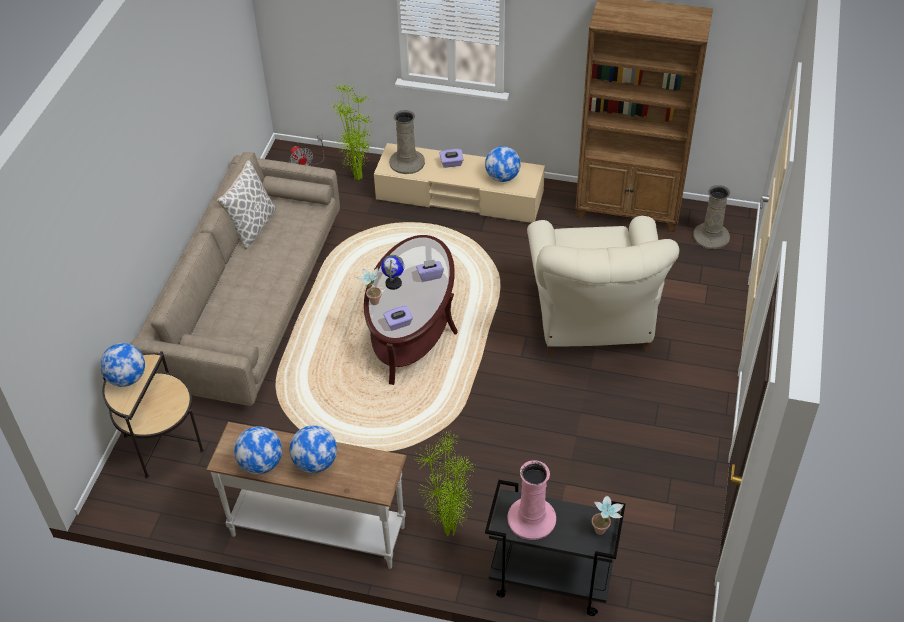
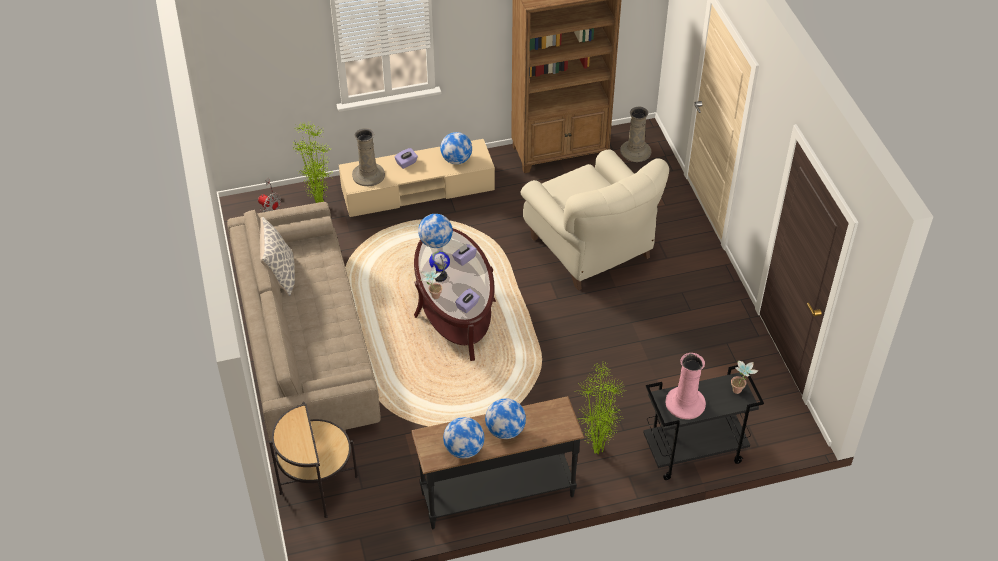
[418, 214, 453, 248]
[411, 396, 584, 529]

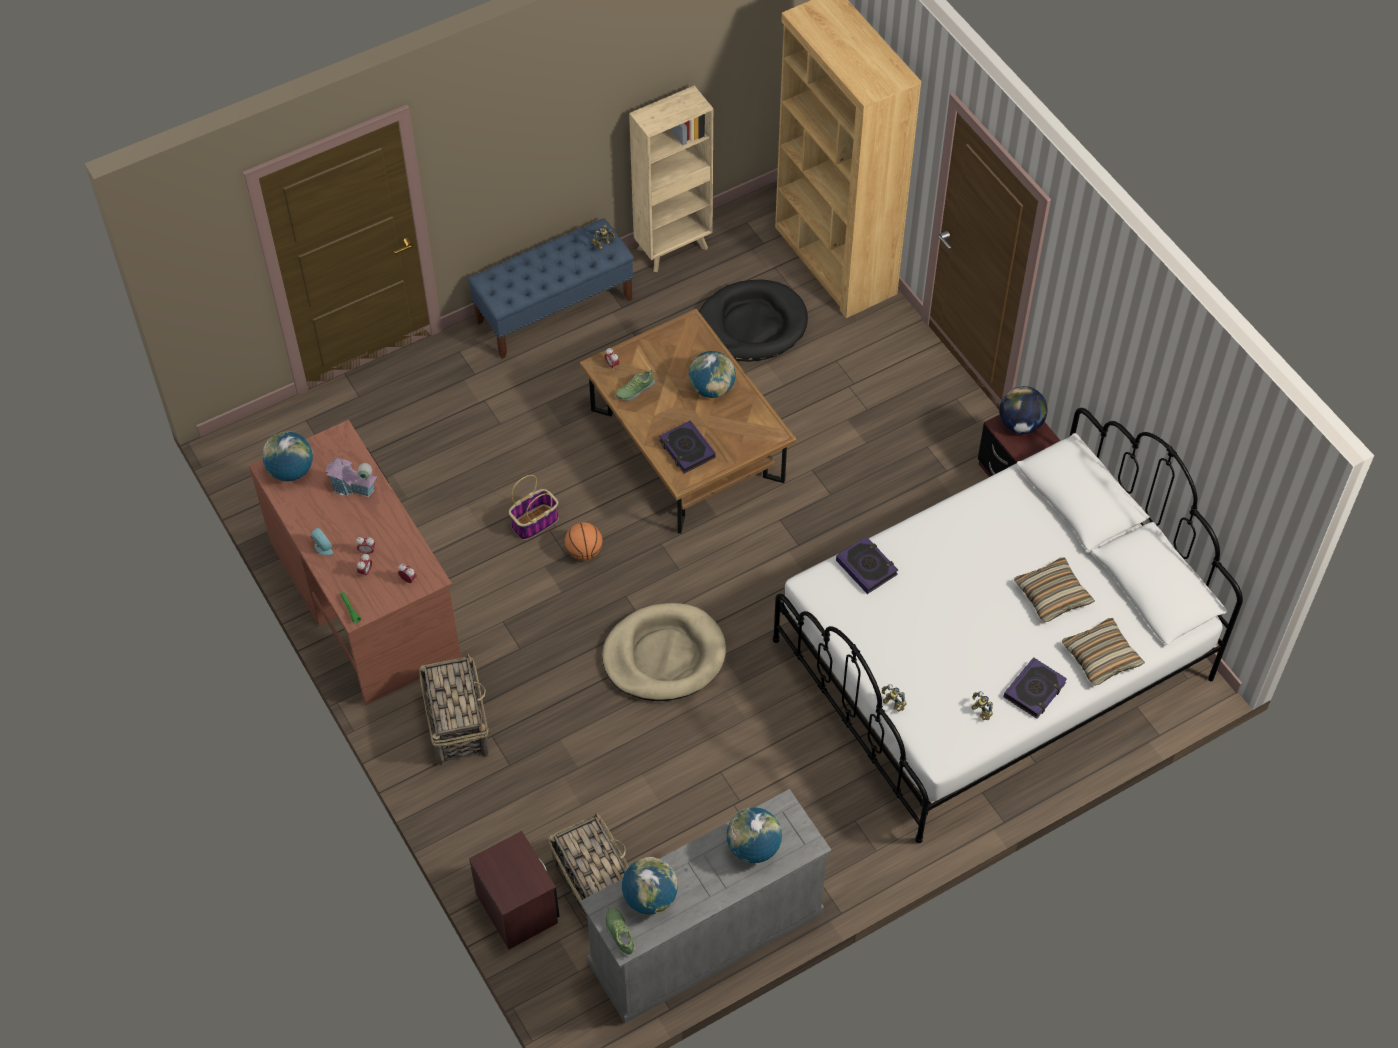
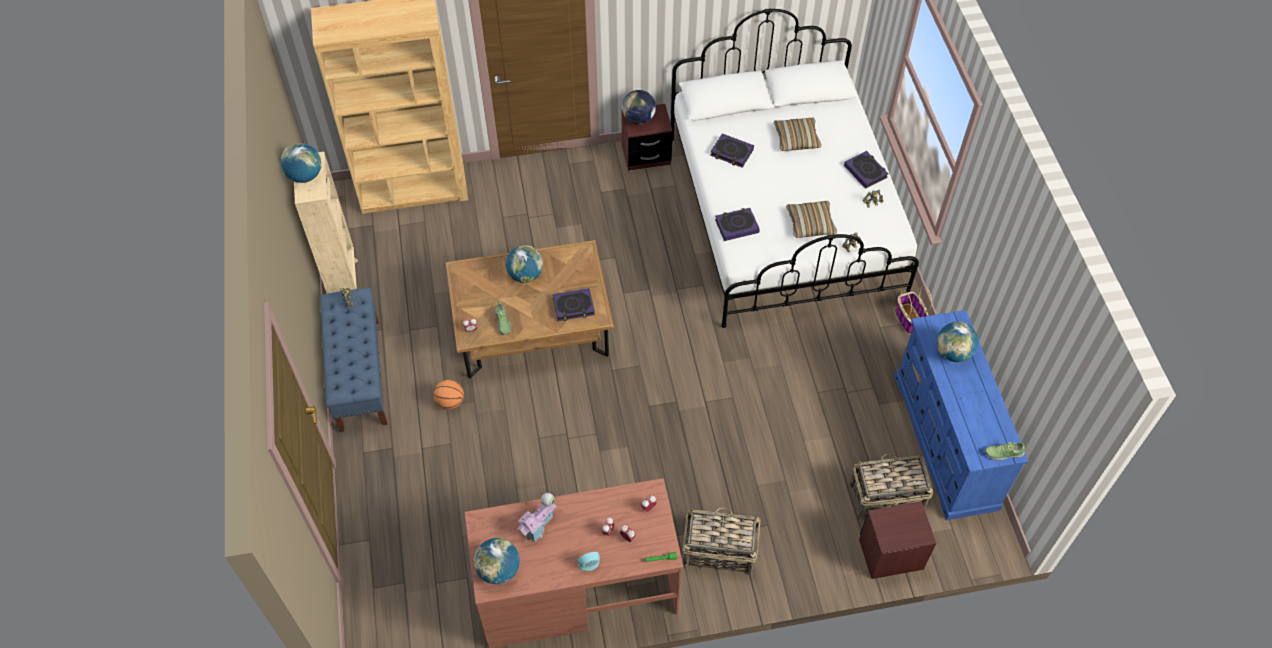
[895, 285, 932, 334]
[433, 380, 464, 409]
[894, 310, 1028, 520]
[602, 603, 726, 701] (first image)
[281, 143, 321, 183]
[699, 280, 808, 362] (first image)
[786, 201, 837, 238]
[710, 133, 754, 168]

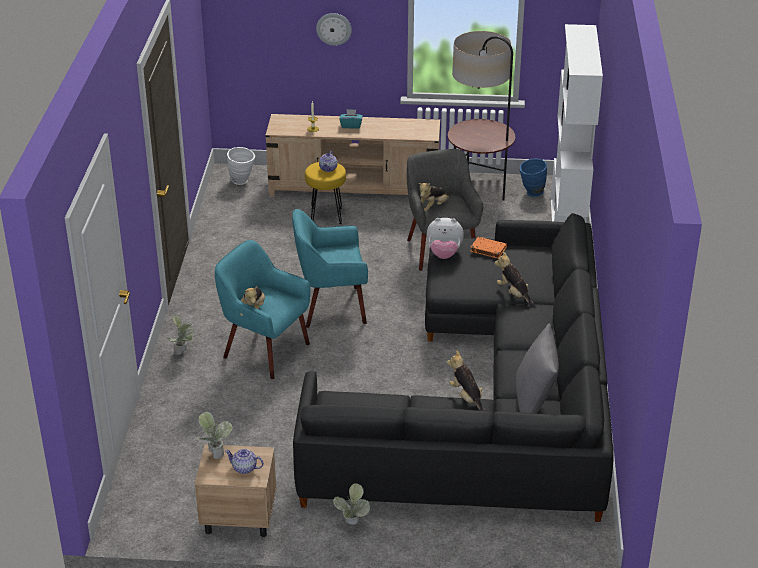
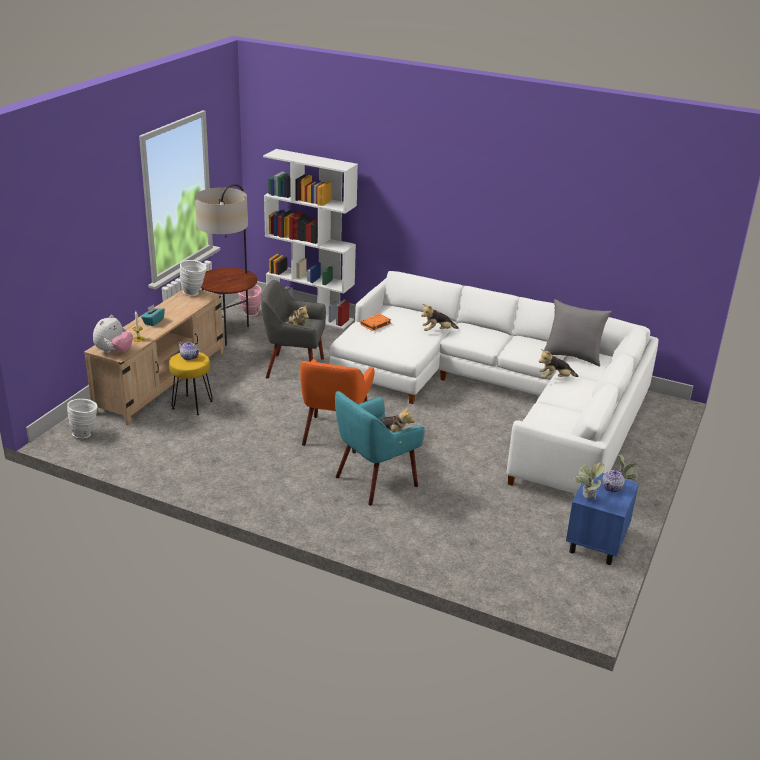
[166, 315, 194, 355] (first image)
[566, 473, 639, 565]
[300, 359, 375, 453]
[329, 271, 659, 494]
[316, 13, 352, 46] (first image)
[93, 315, 133, 353]
[238, 285, 262, 316]
[180, 260, 207, 296]

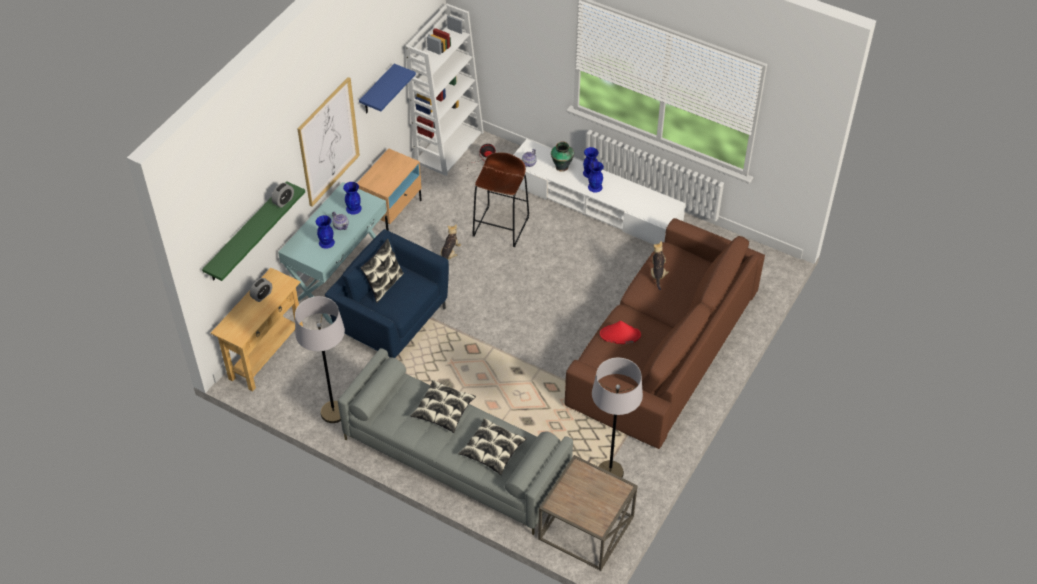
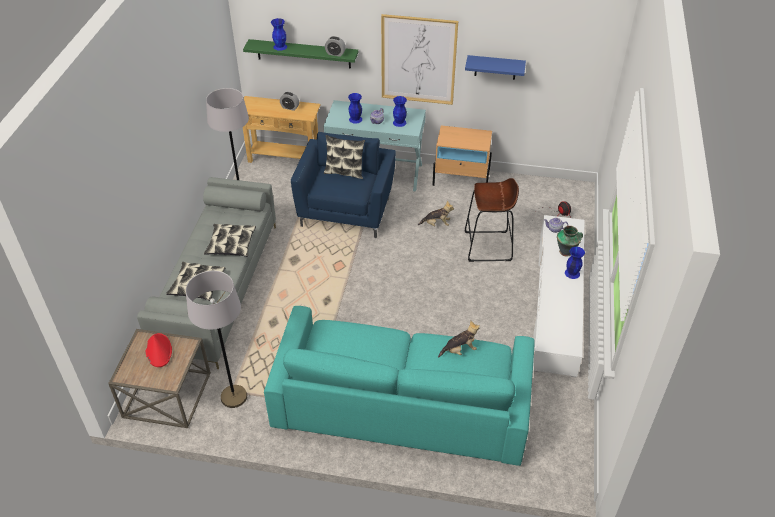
[405, 3, 484, 176] (first image)
[264, 306, 535, 466]
[271, 18, 287, 51]
[146, 333, 172, 367]

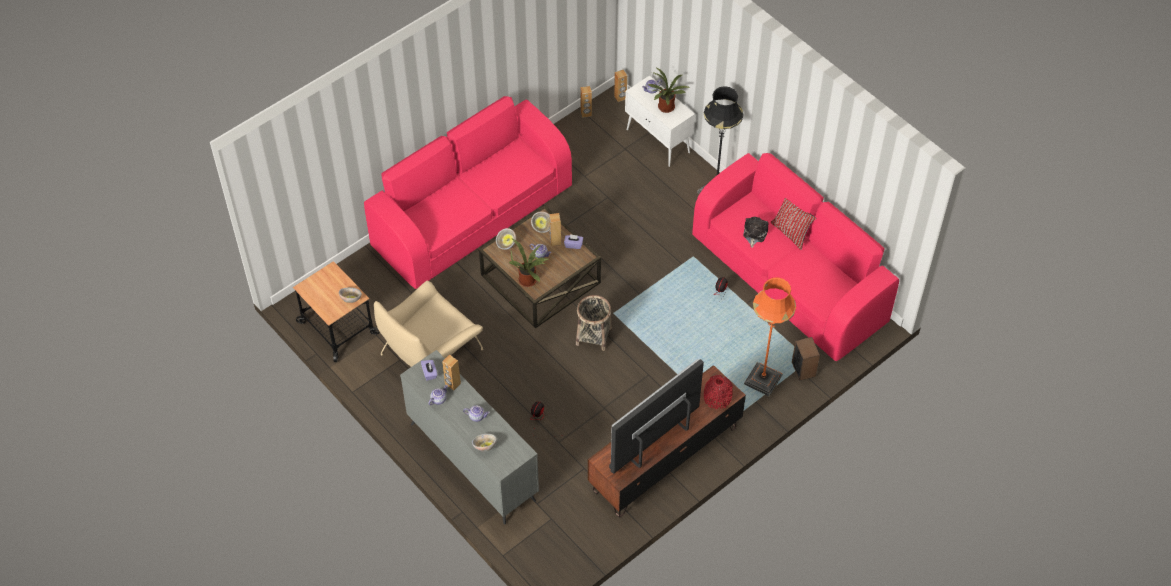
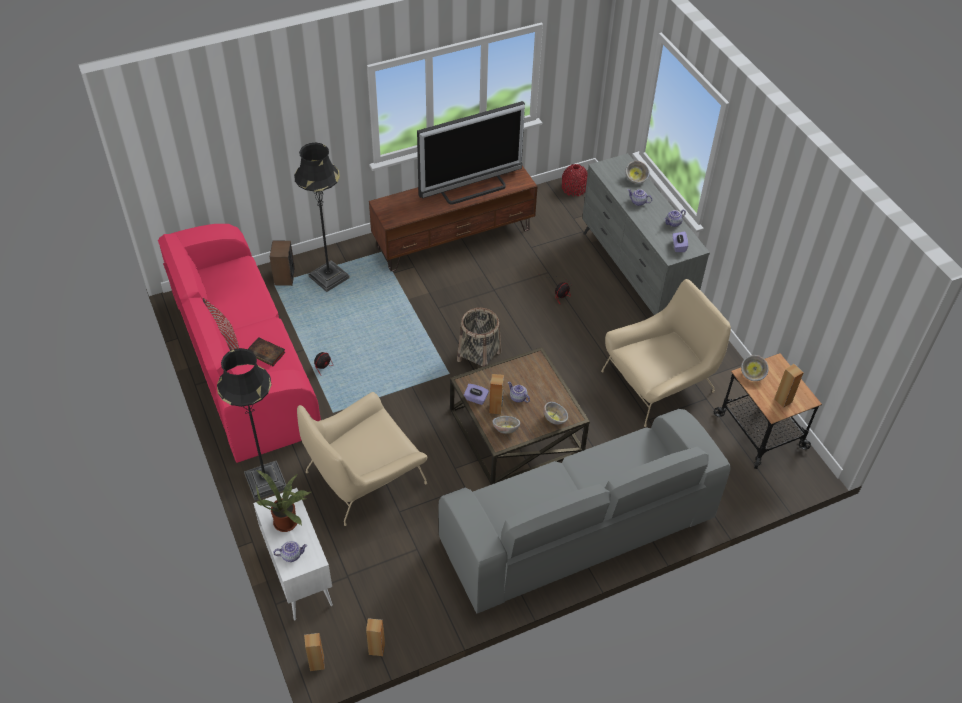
[438, 409, 731, 613]
[774, 364, 804, 408]
[509, 239, 550, 287] (first image)
[562, 164, 588, 196]
[248, 337, 286, 366]
[294, 143, 350, 292]
[297, 392, 427, 526]

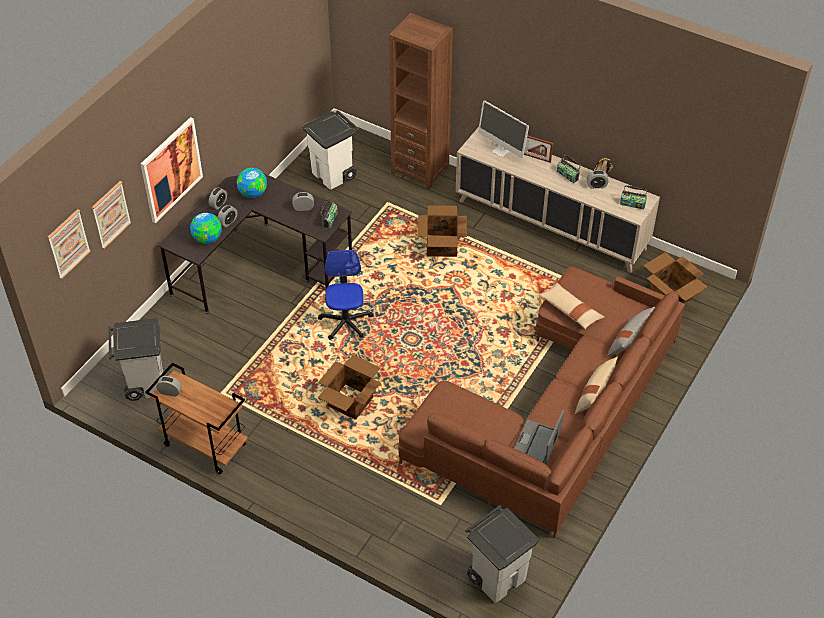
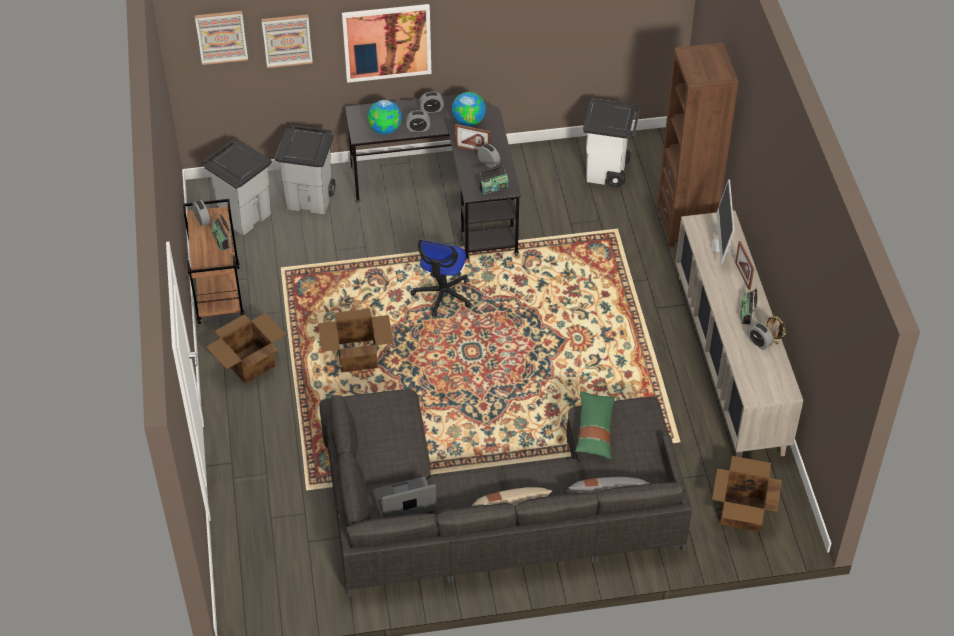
[410, 239, 472, 317]
[319, 389, 692, 597]
[206, 313, 286, 384]
[274, 125, 335, 214]
[575, 391, 615, 459]
[212, 214, 230, 251]
[455, 124, 490, 151]

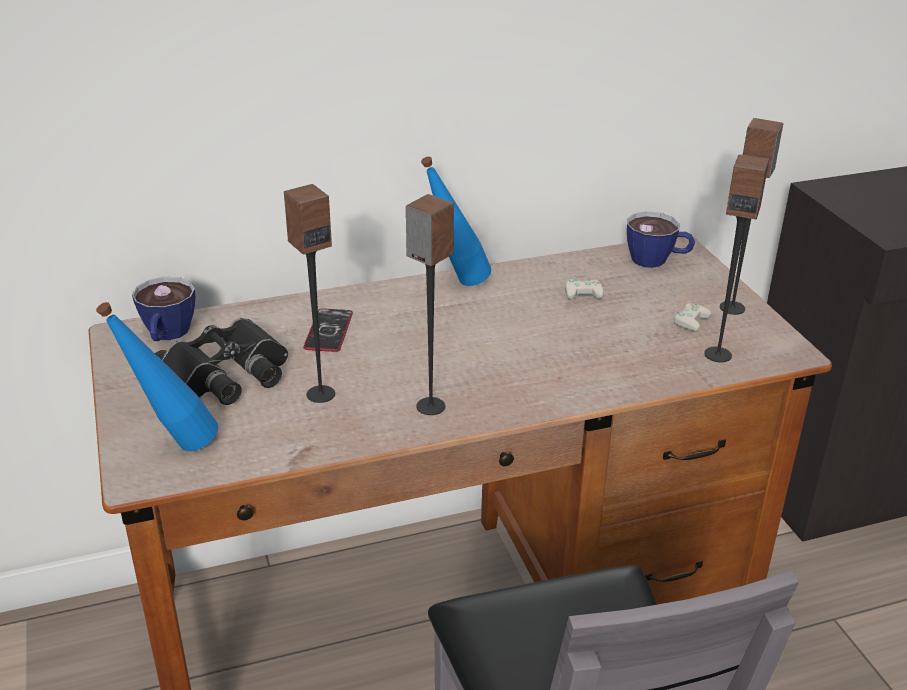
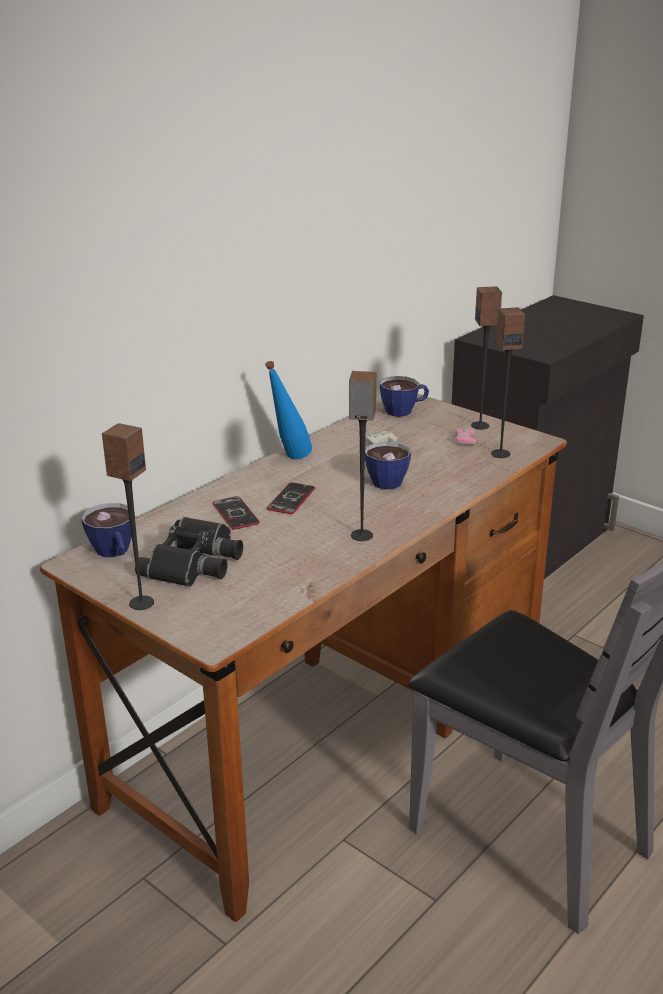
[96, 302, 218, 451] (first image)
[102, 423, 154, 610]
[416, 423, 476, 450]
[267, 482, 315, 514]
[365, 442, 411, 489]

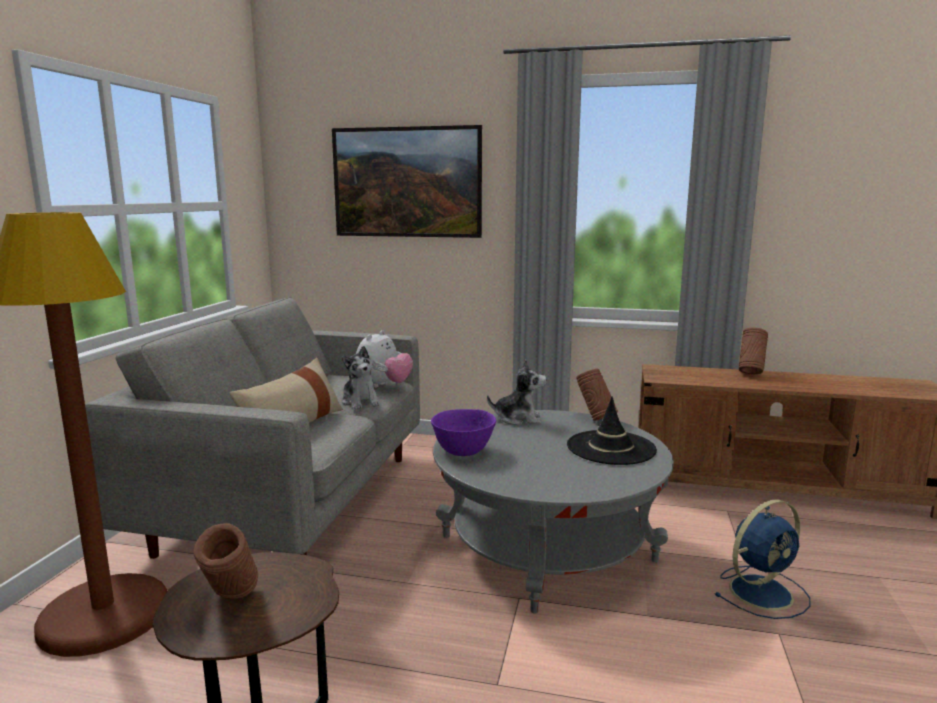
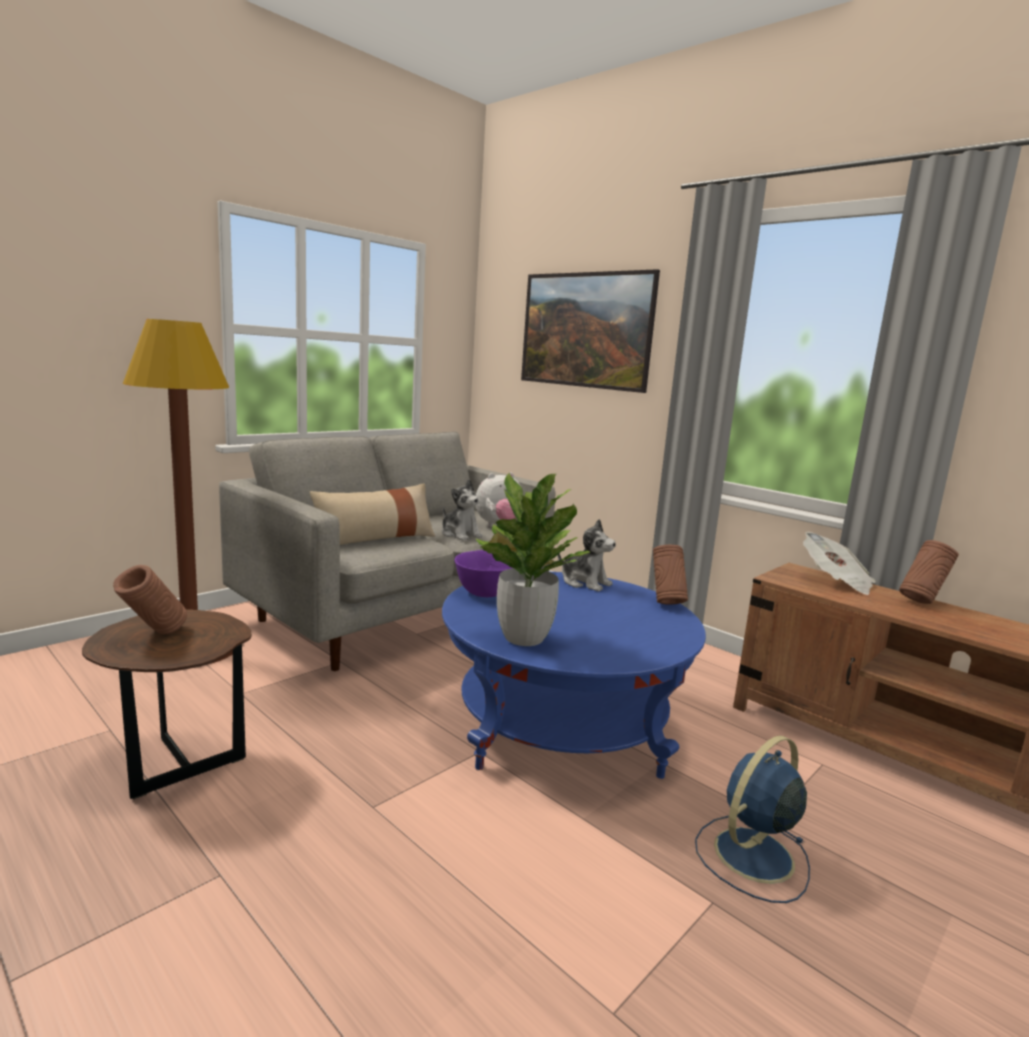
[442, 479, 483, 541]
[442, 572, 706, 779]
[567, 397, 657, 465] (first image)
[695, 735, 810, 903]
[476, 473, 591, 646]
[803, 531, 875, 595]

